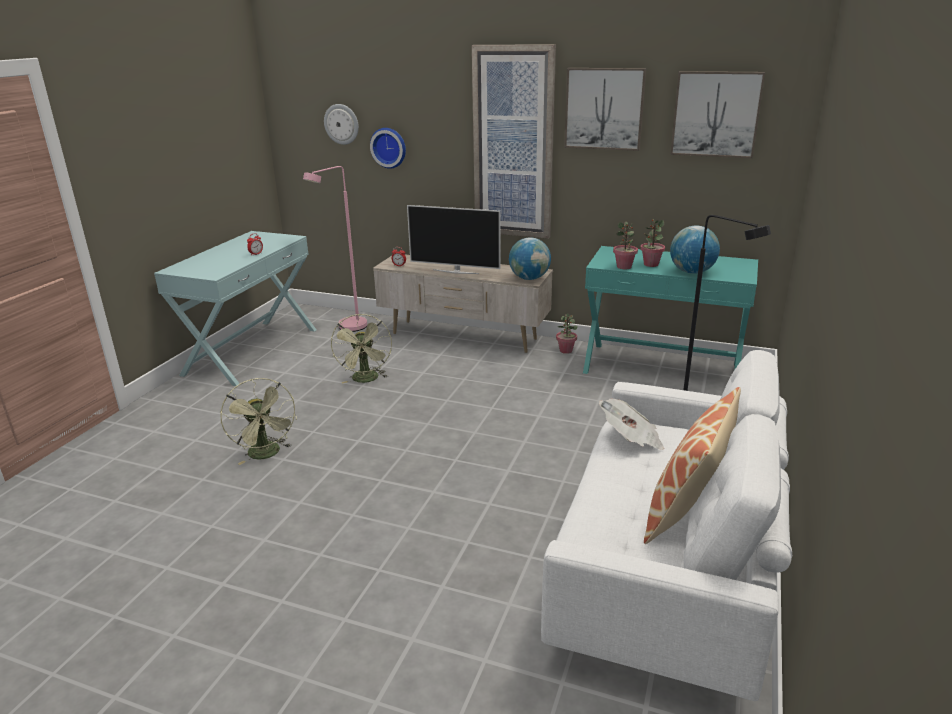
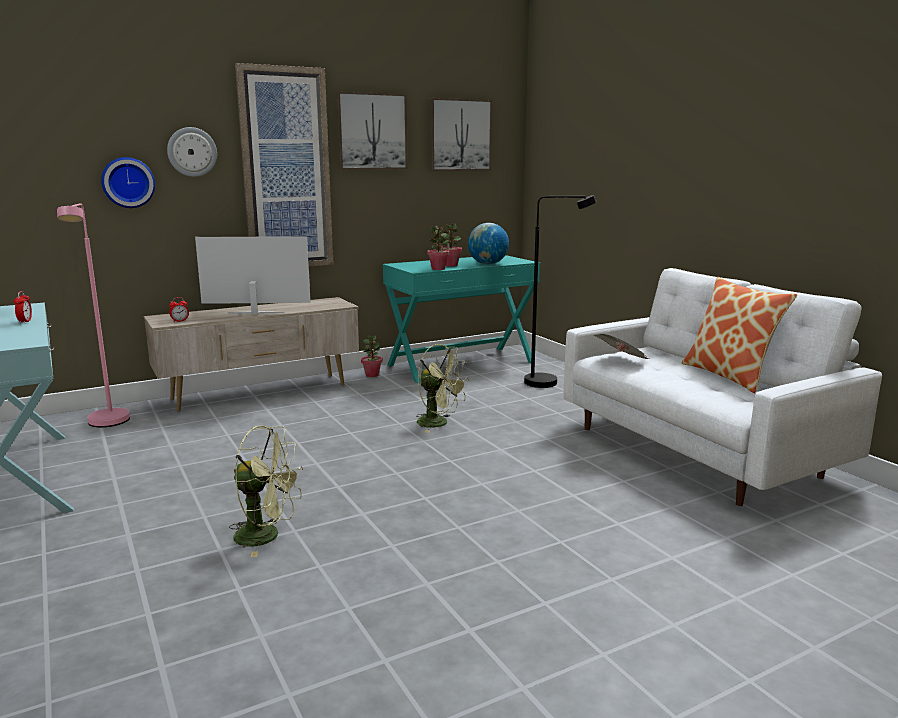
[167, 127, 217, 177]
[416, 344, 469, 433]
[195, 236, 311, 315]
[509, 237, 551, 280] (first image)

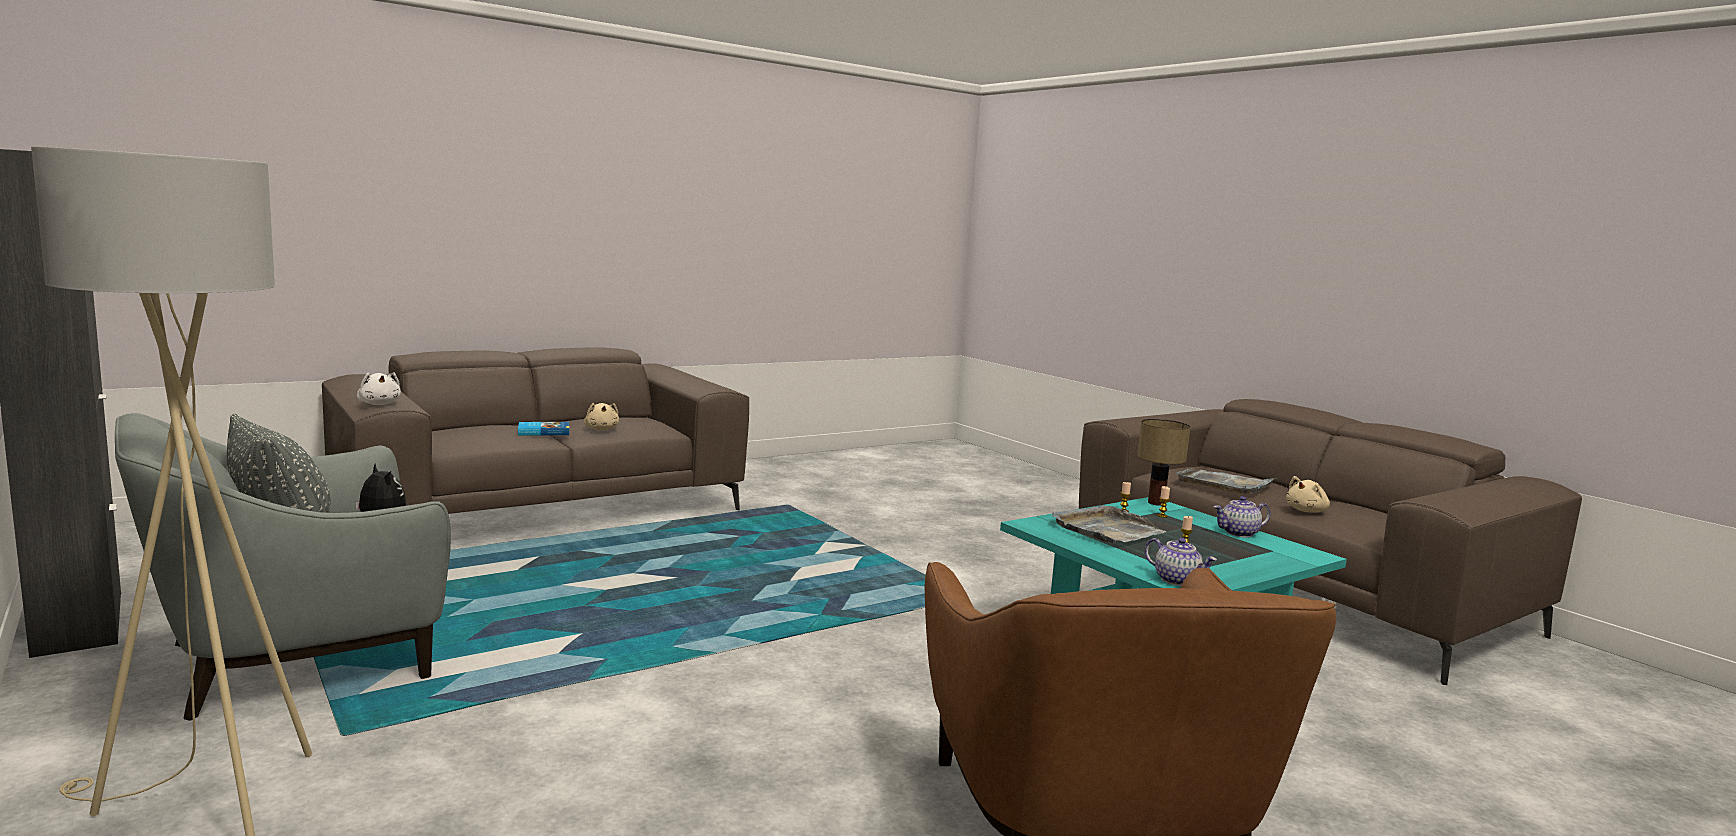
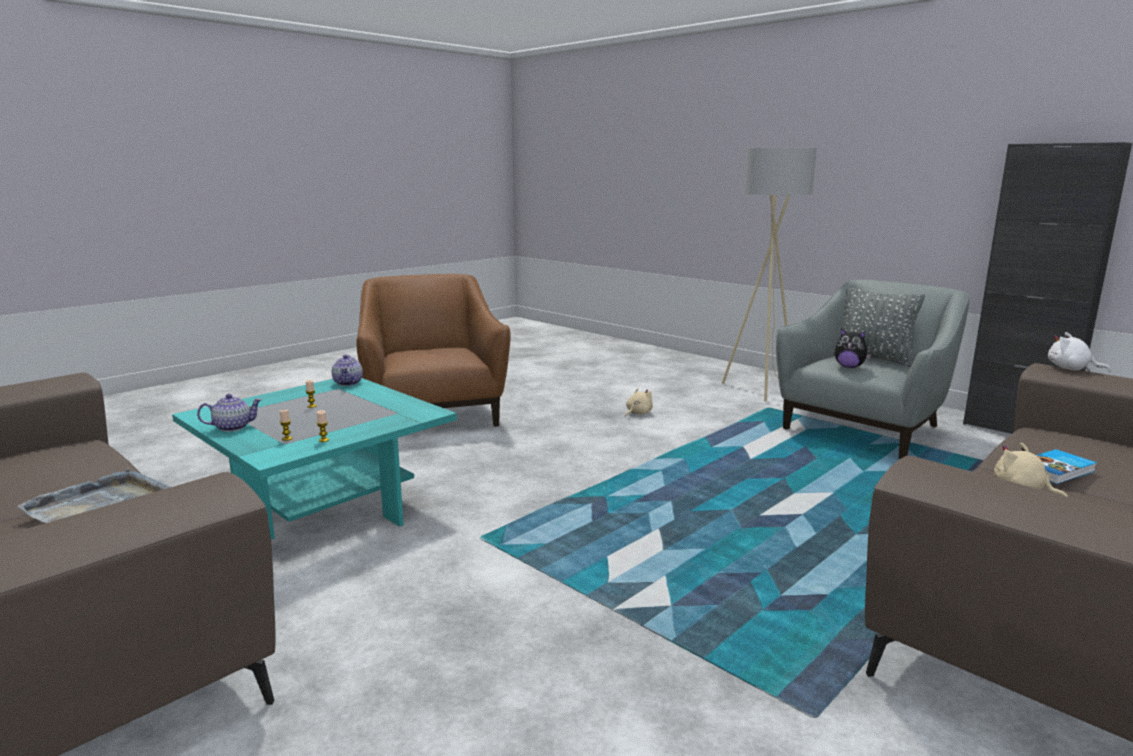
[1052, 505, 1167, 543] (first image)
[1137, 419, 1191, 506] (first image)
[332, 355, 363, 386]
[625, 388, 653, 417]

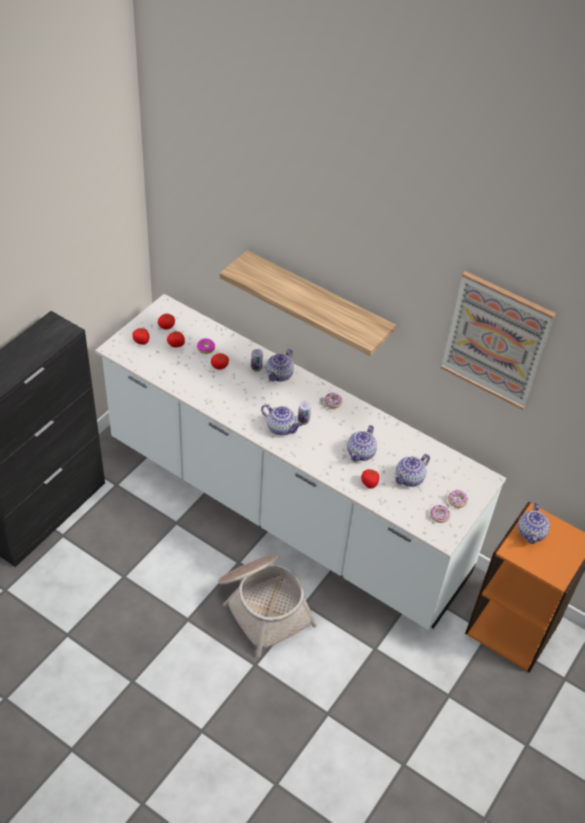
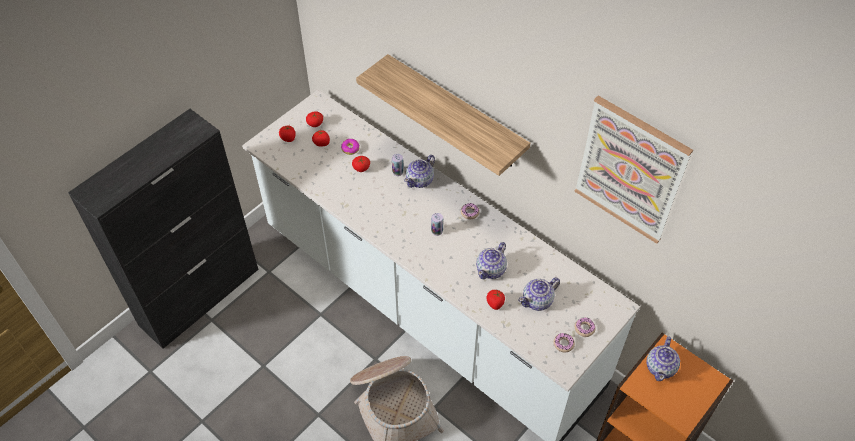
[261, 404, 302, 435] (first image)

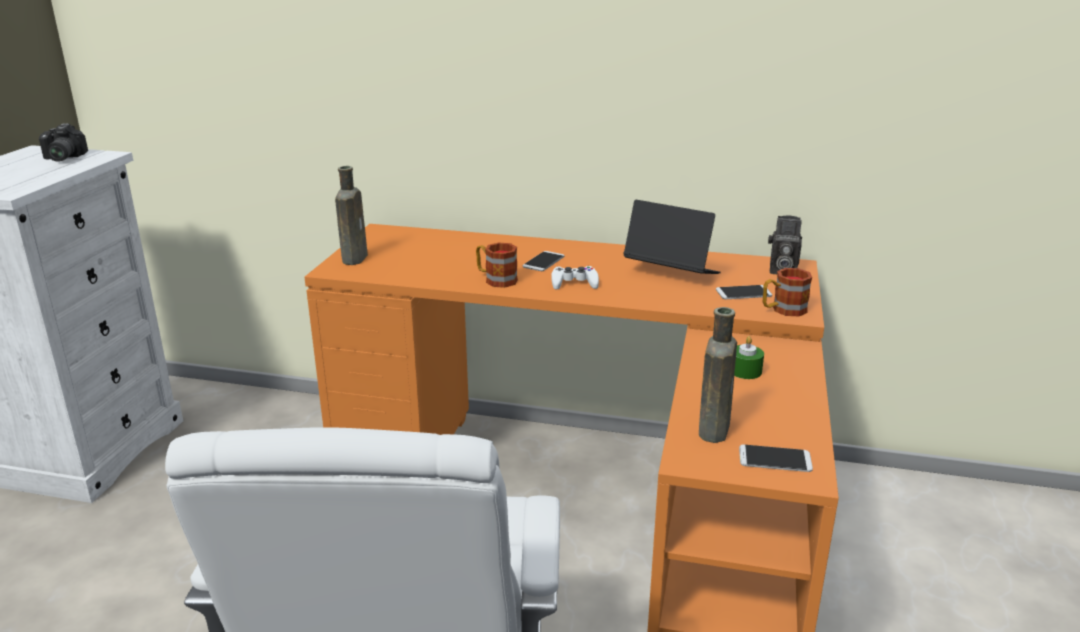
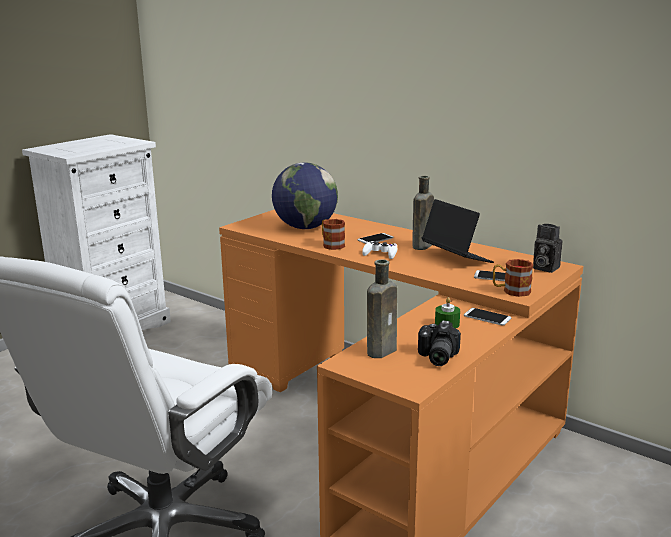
[418, 320, 461, 366]
[413, 176, 434, 250]
[464, 308, 511, 326]
[272, 162, 338, 229]

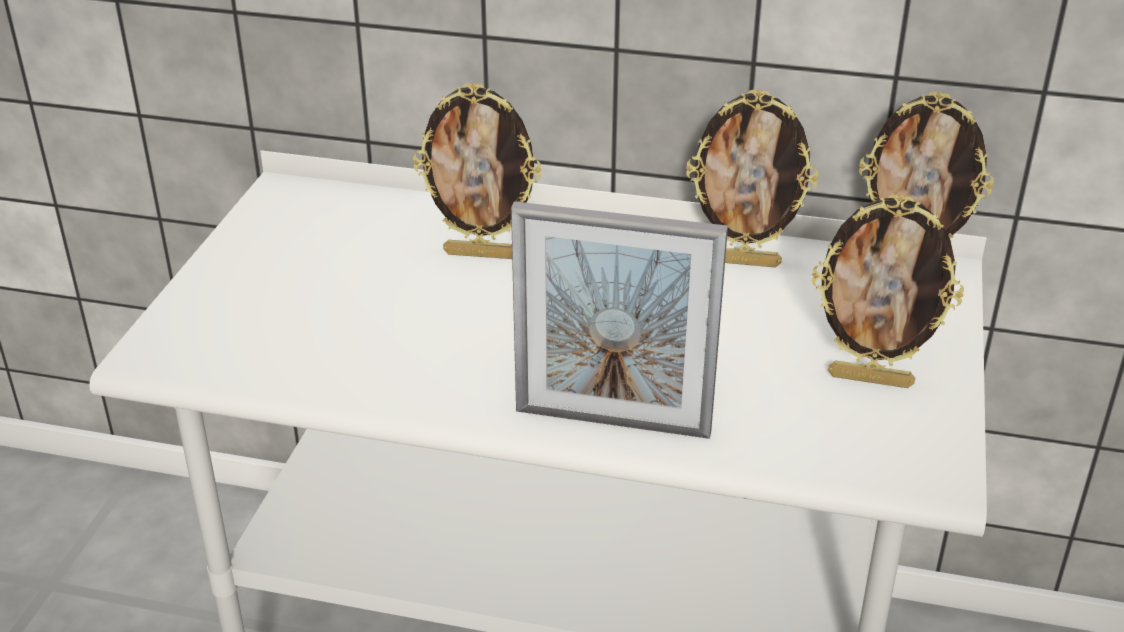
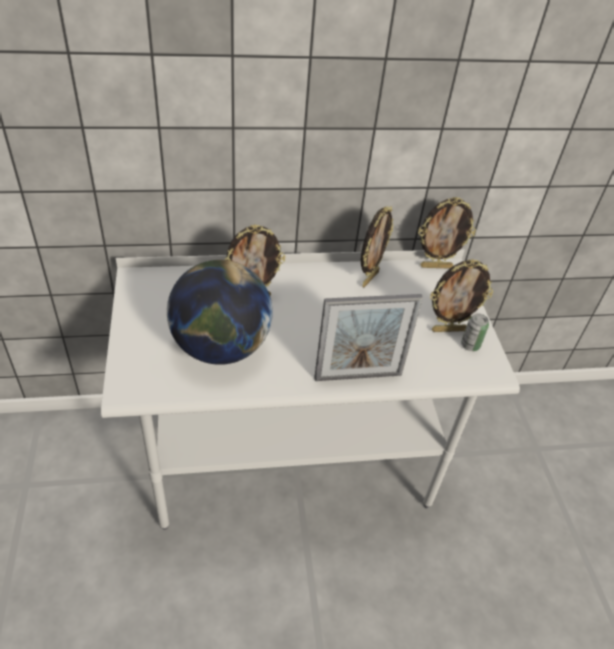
[361, 206, 393, 287]
[167, 260, 273, 365]
[461, 313, 489, 351]

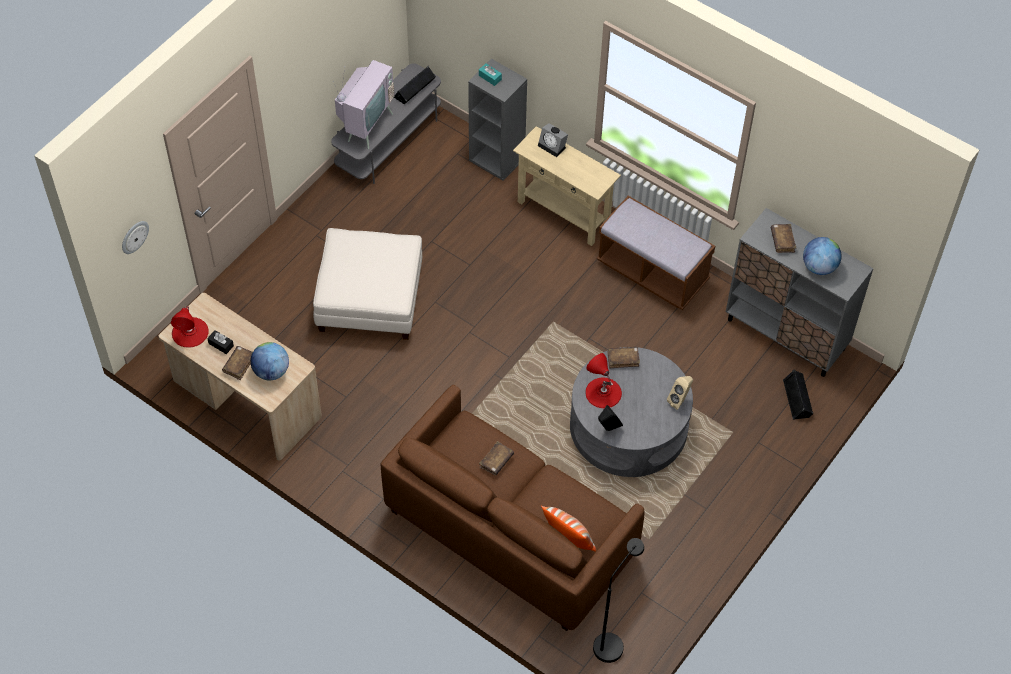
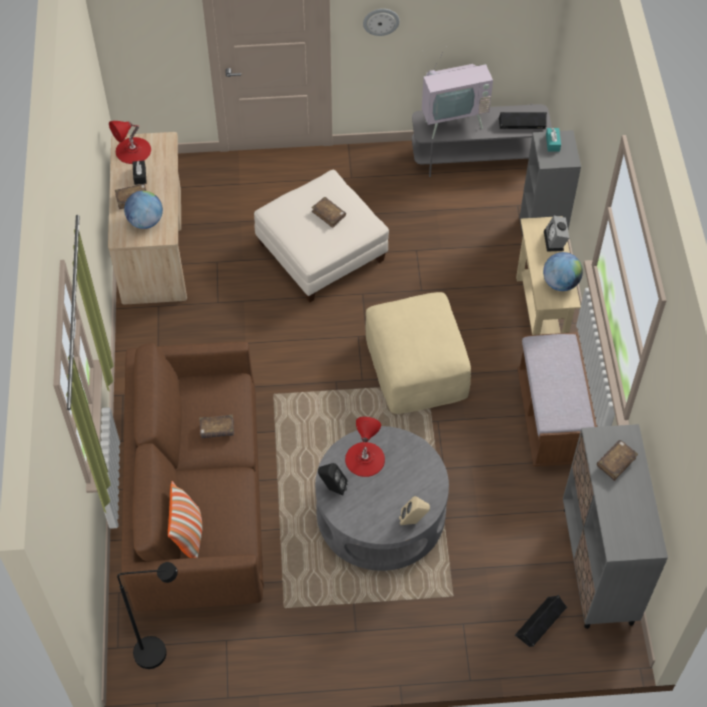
[363, 9, 400, 36]
[312, 197, 346, 228]
[543, 252, 583, 291]
[366, 292, 471, 414]

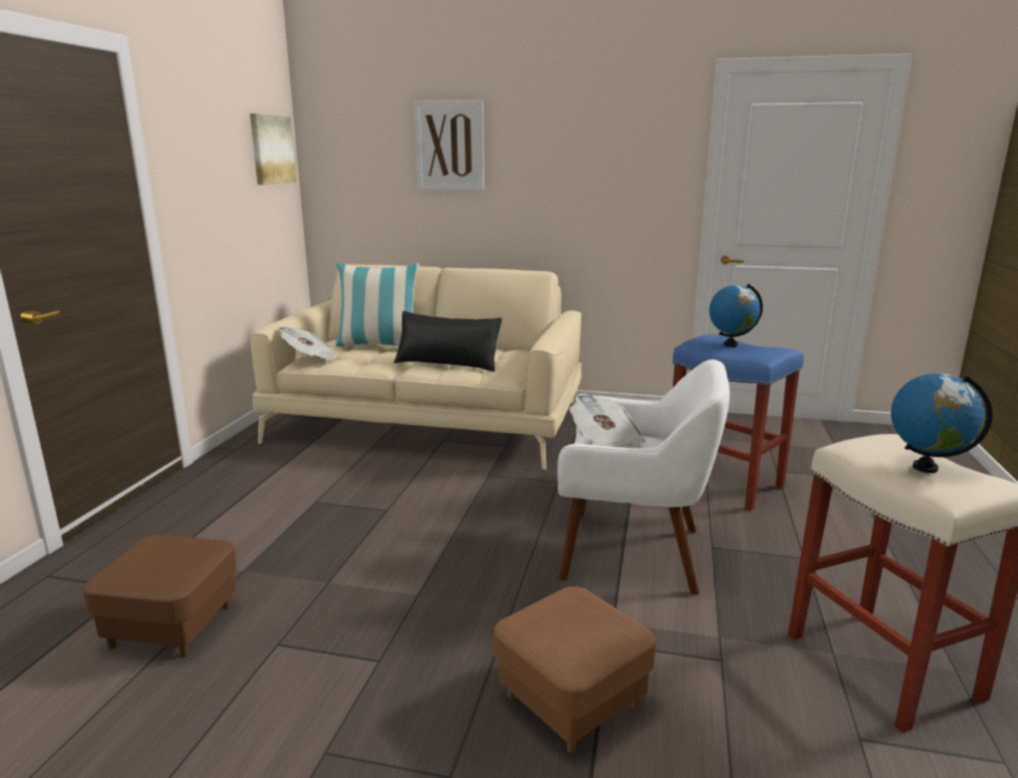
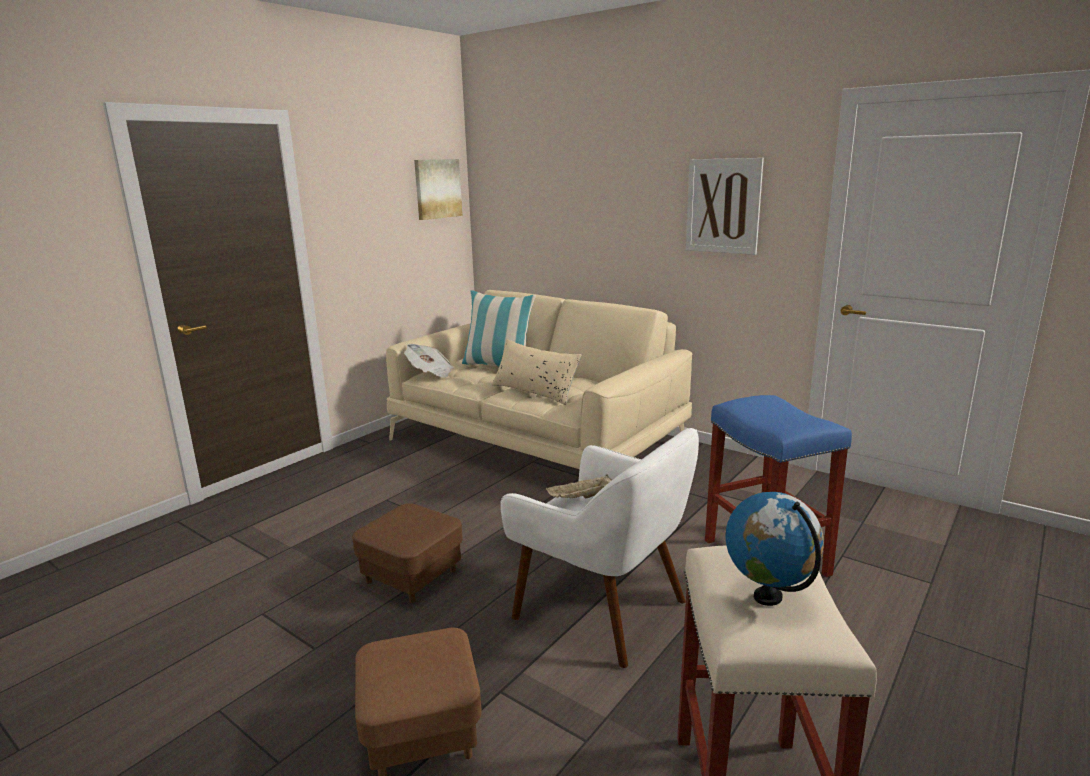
[352, 503, 463, 603]
[492, 339, 582, 405]
[686, 158, 764, 255]
[546, 474, 612, 498]
[709, 283, 763, 347] (first image)

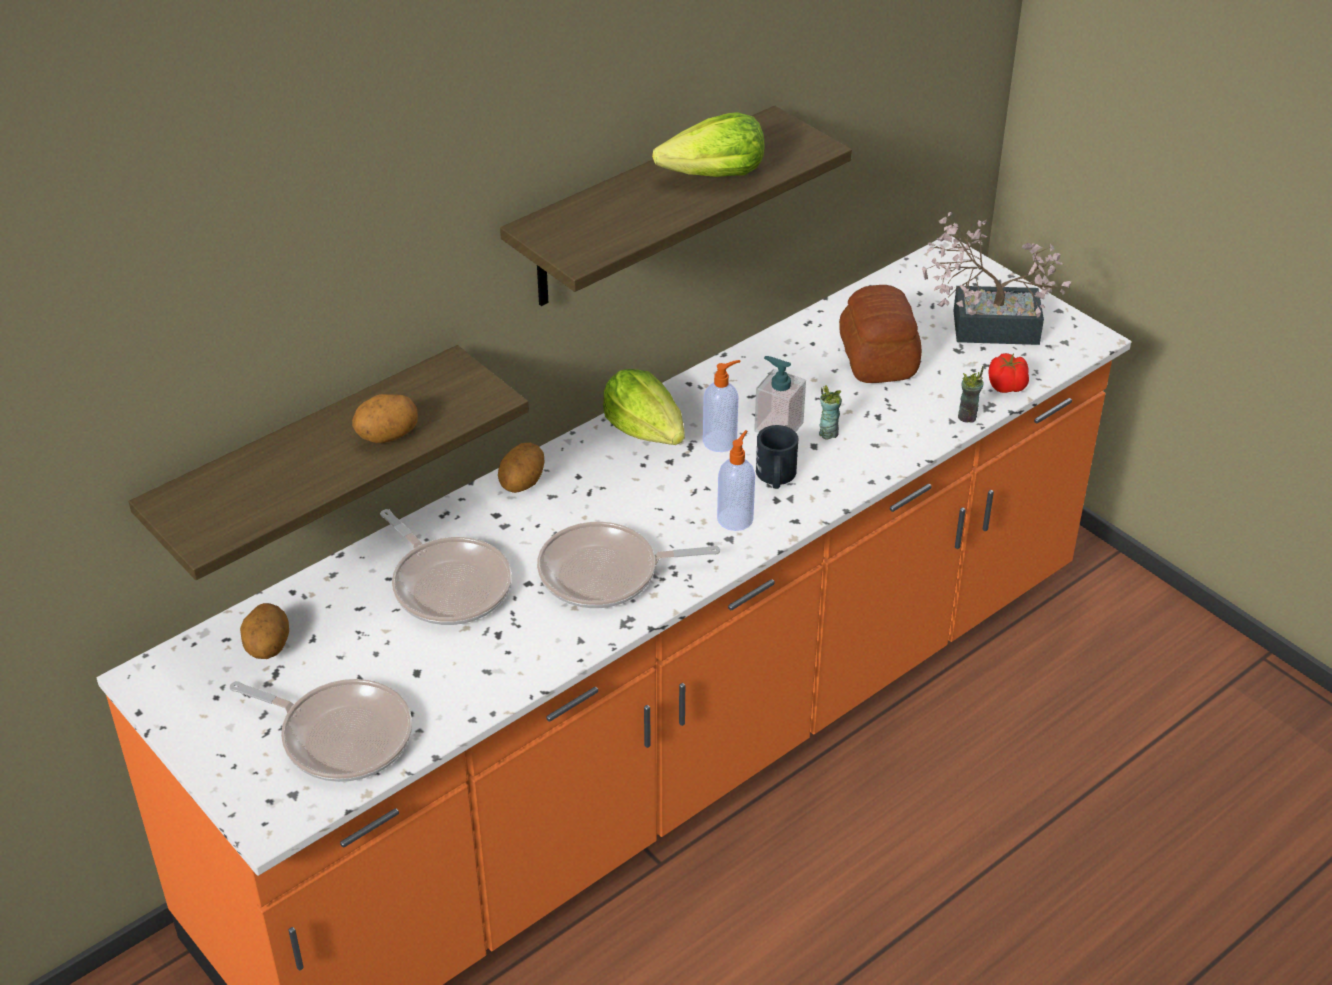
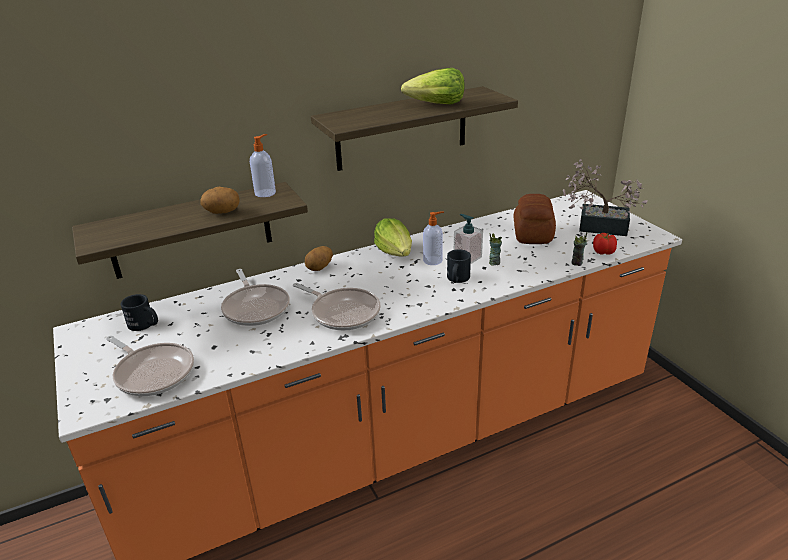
[121, 294, 158, 331]
[293, 283, 381, 331]
[250, 134, 276, 197]

